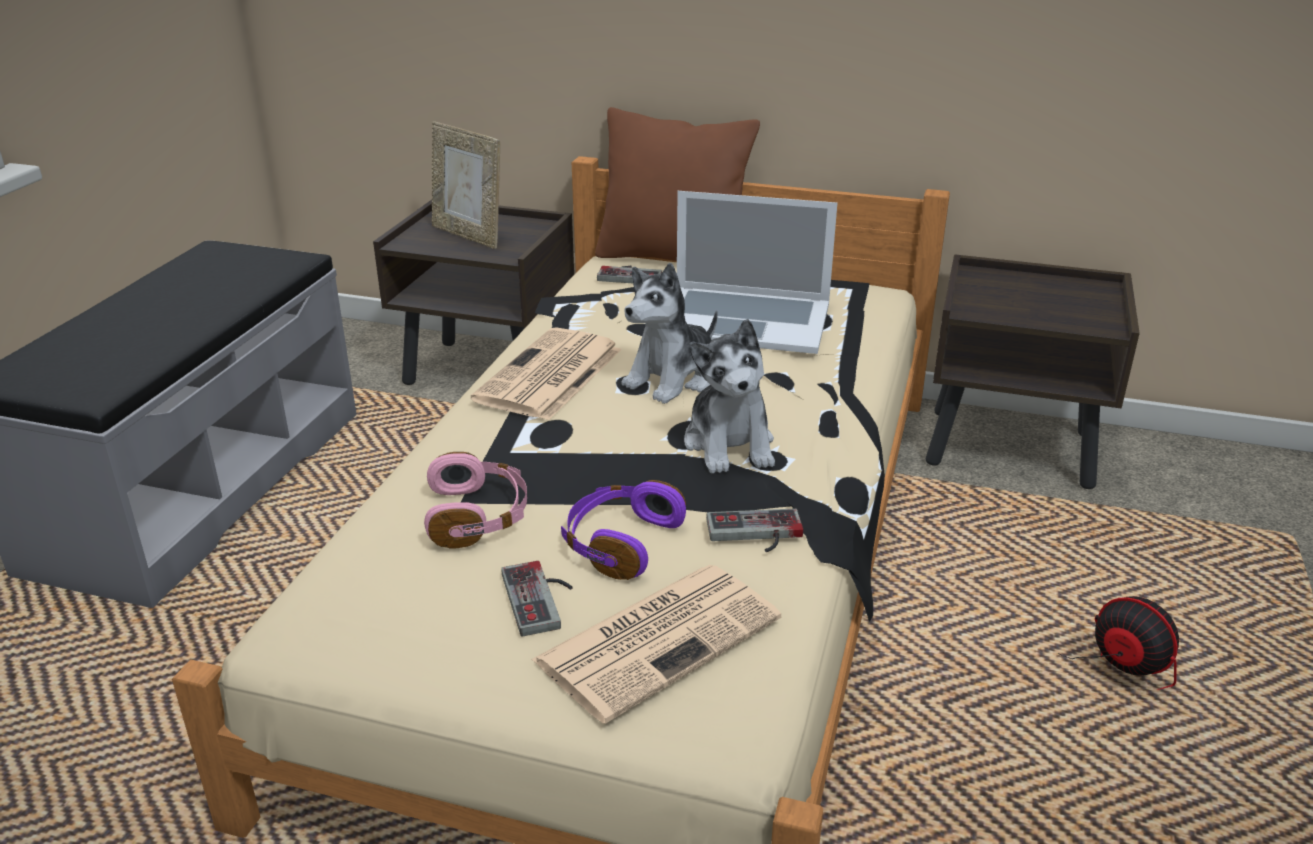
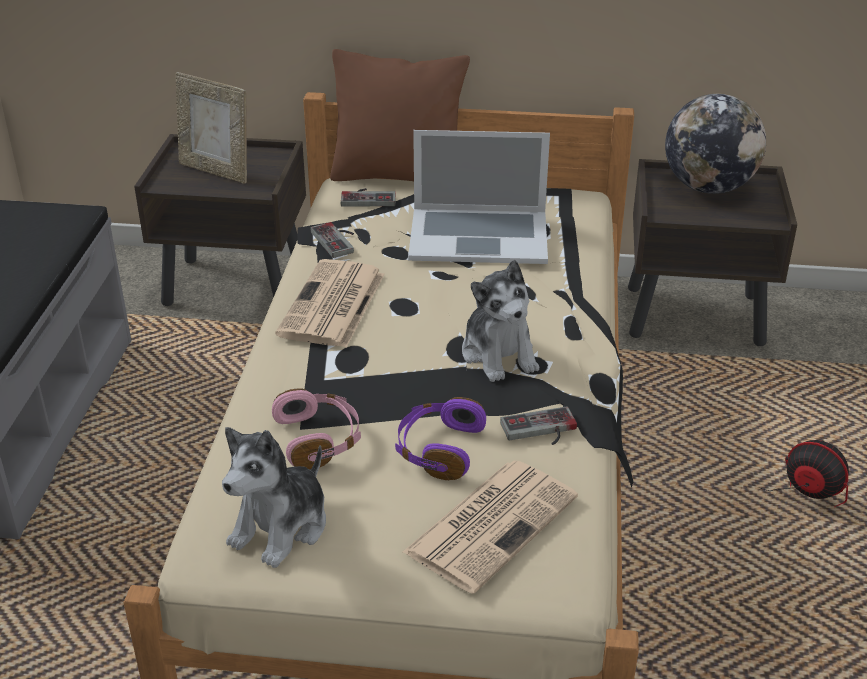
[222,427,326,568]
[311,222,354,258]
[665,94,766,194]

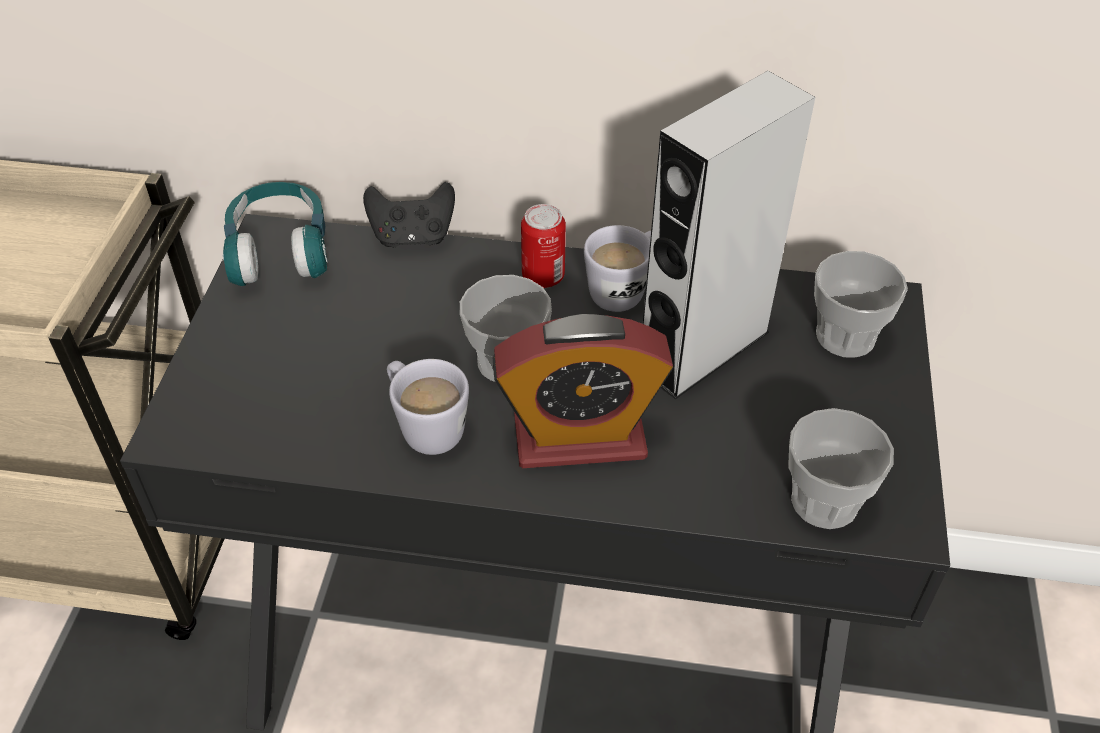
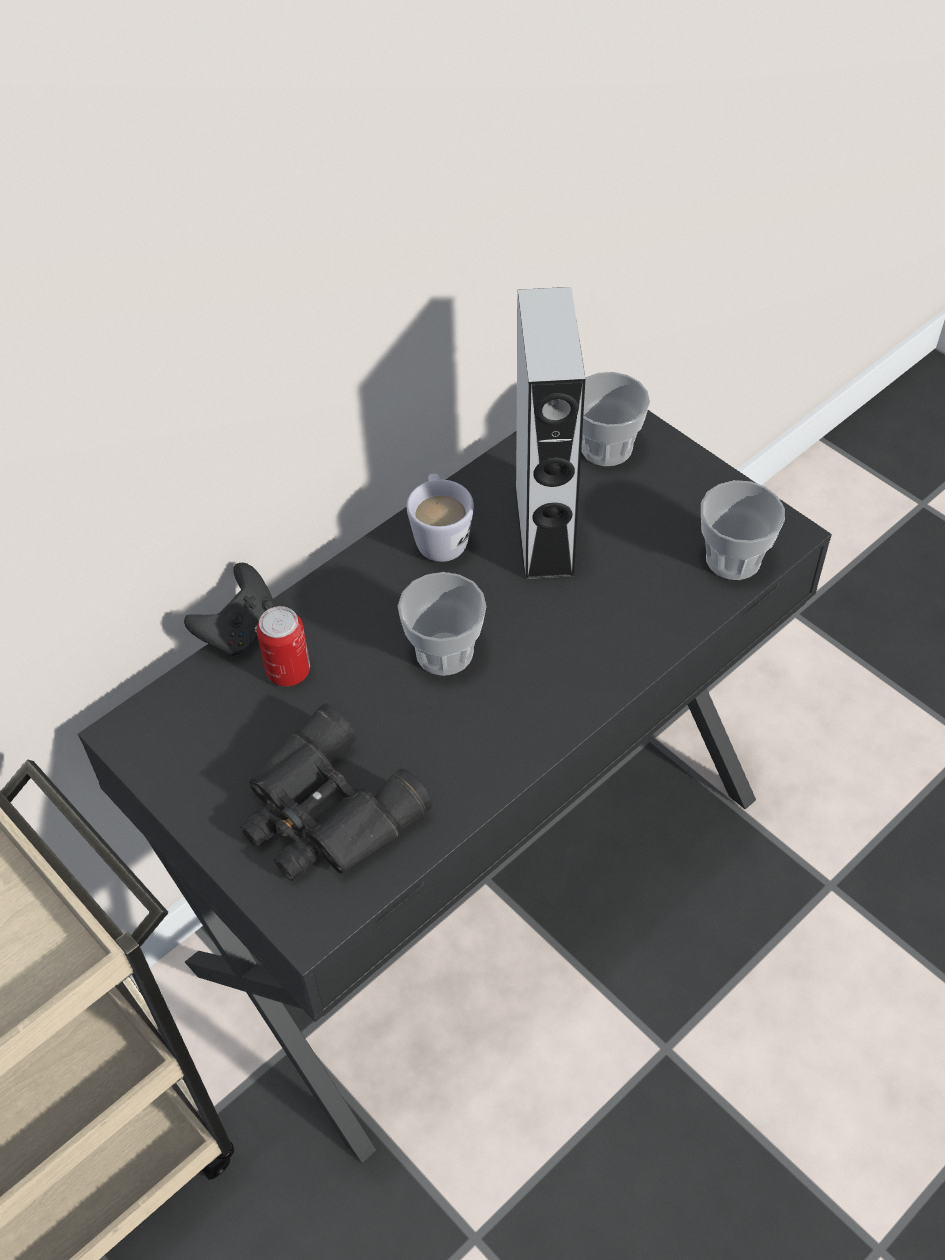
[223,182,327,286] (first image)
[257,606,310,686]
[493,314,674,468] (first image)
[387,359,469,455] (first image)
[240,703,433,881]

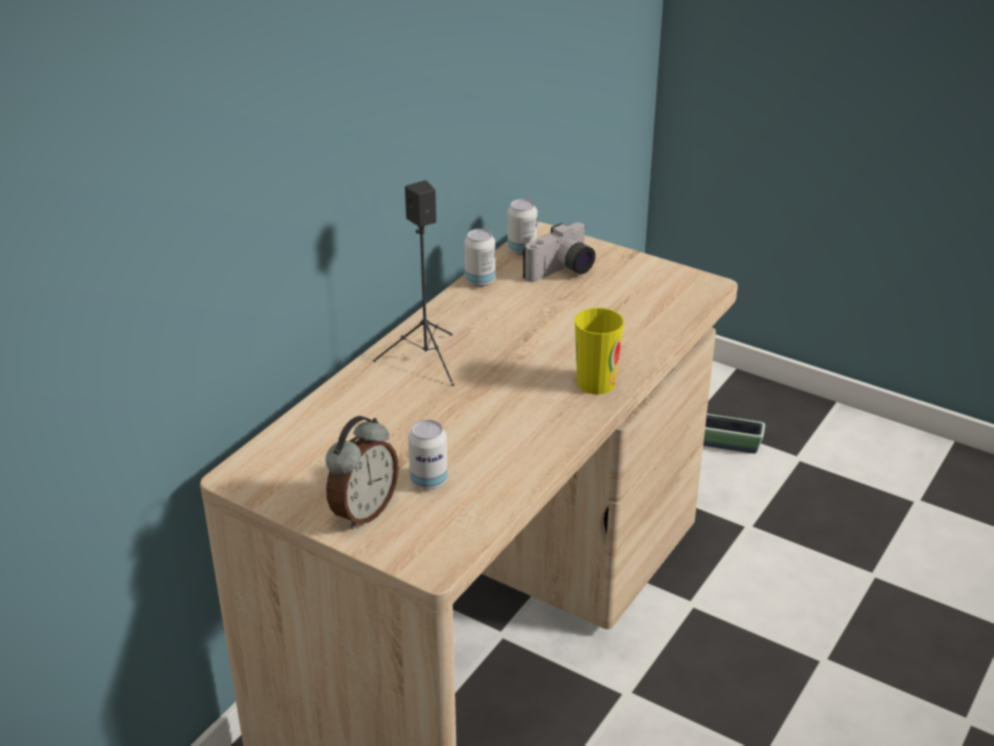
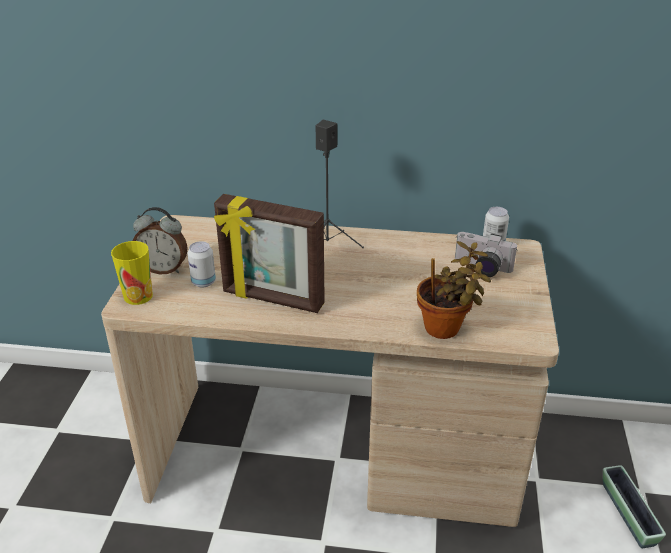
[464,229,495,287] (first image)
[111,241,153,305]
[214,194,325,313]
[417,241,491,339]

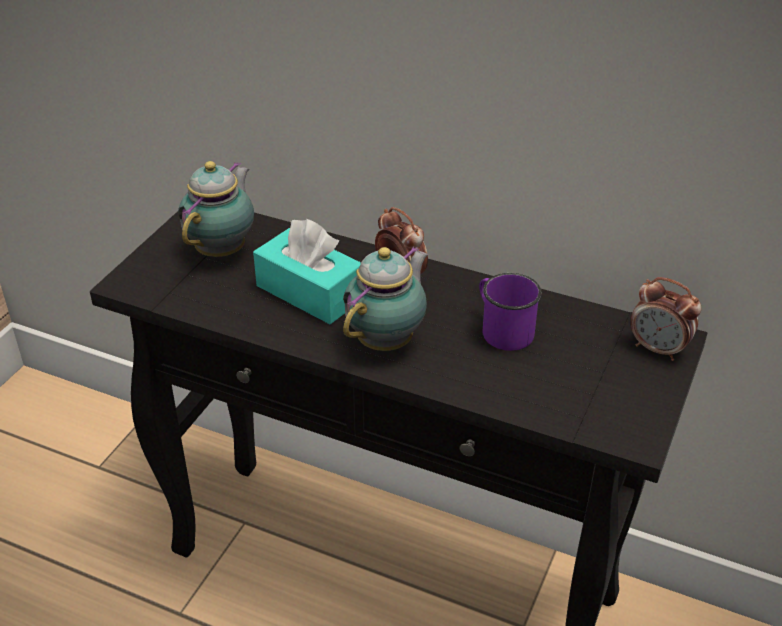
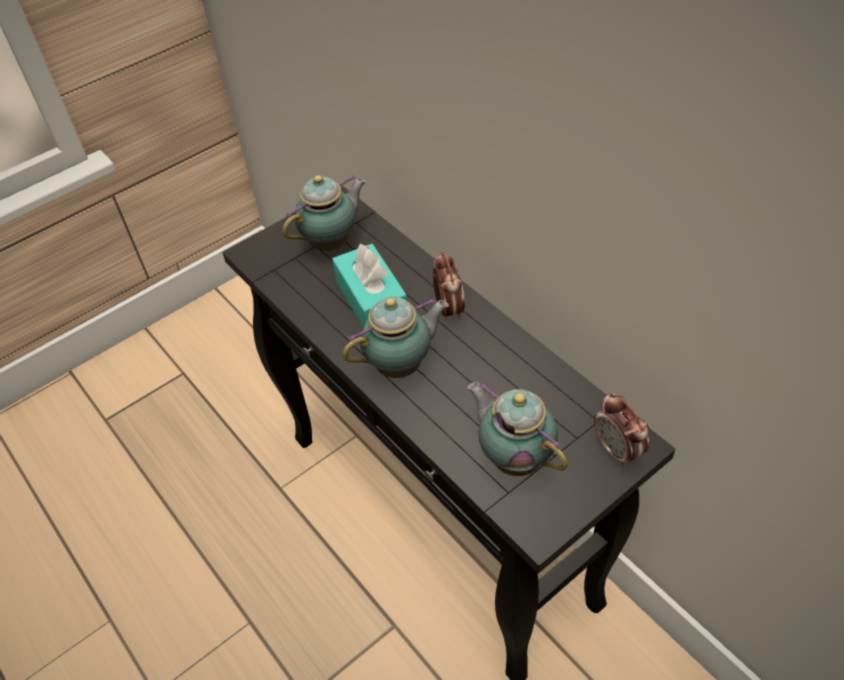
[479,273,542,351] (first image)
[467,382,568,476]

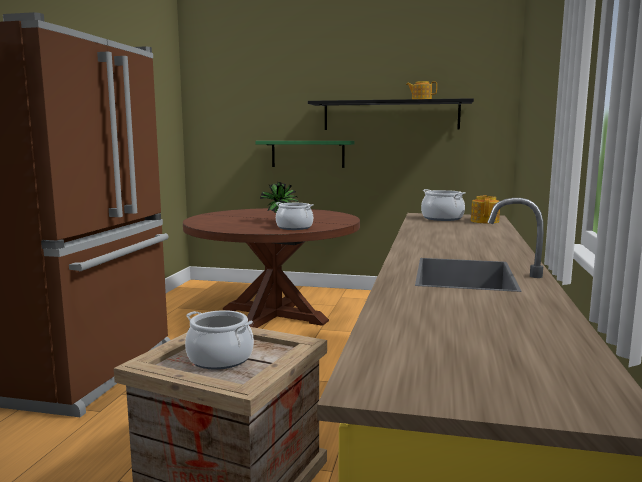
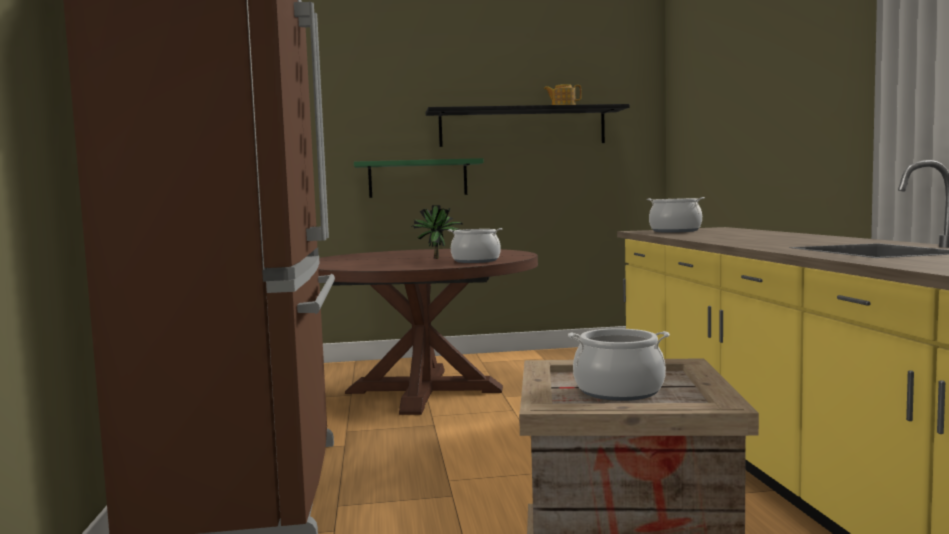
[471,195,500,224] (first image)

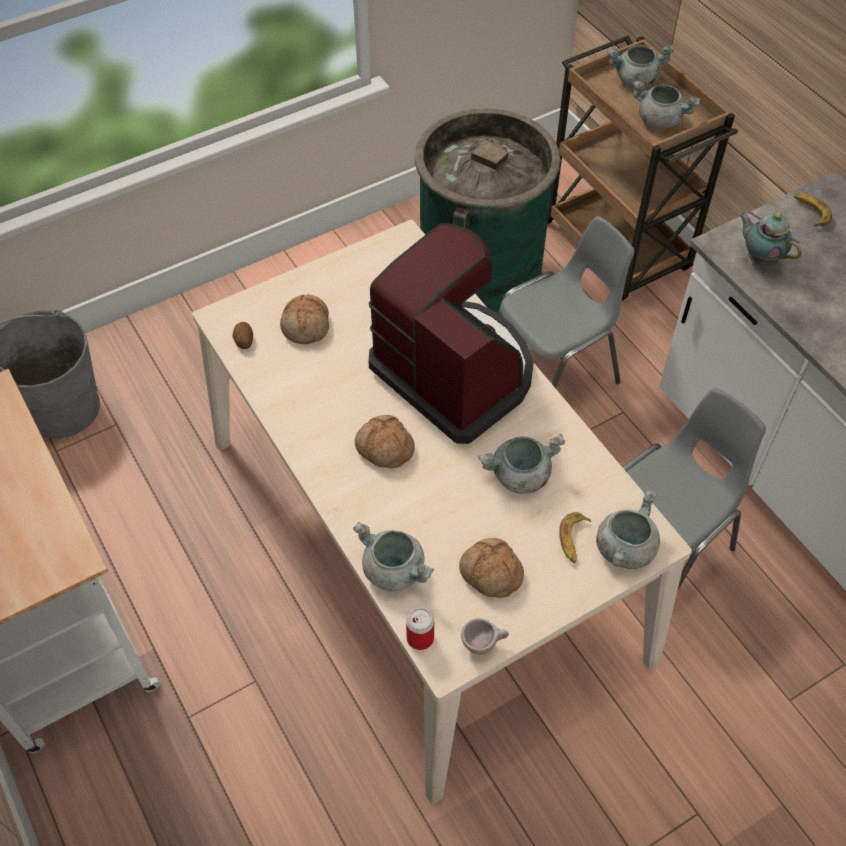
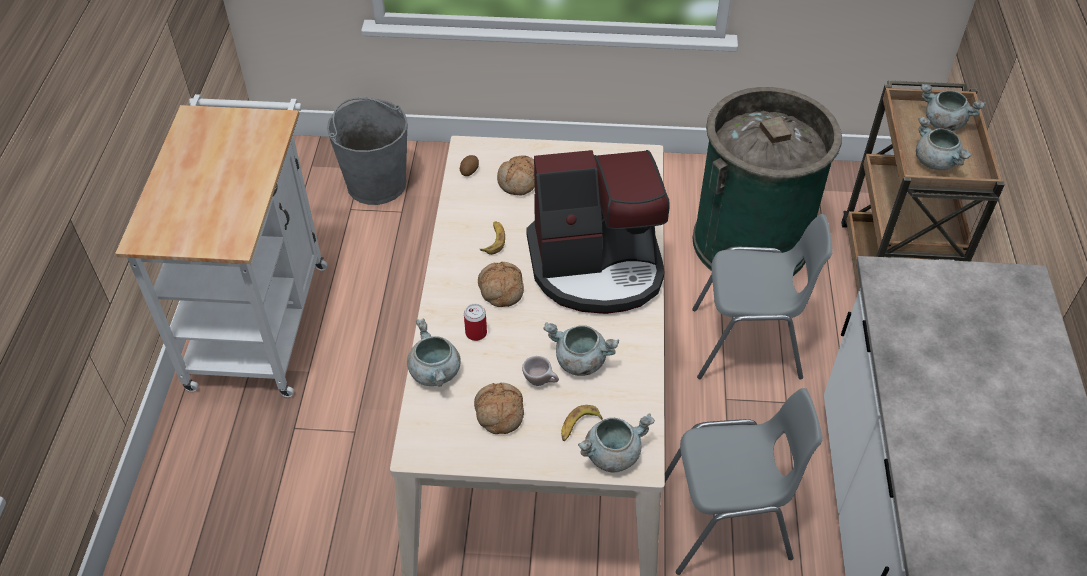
[480,222,505,255]
[738,211,802,266] (first image)
[526,150,670,314]
[464,304,487,341]
[522,356,559,386]

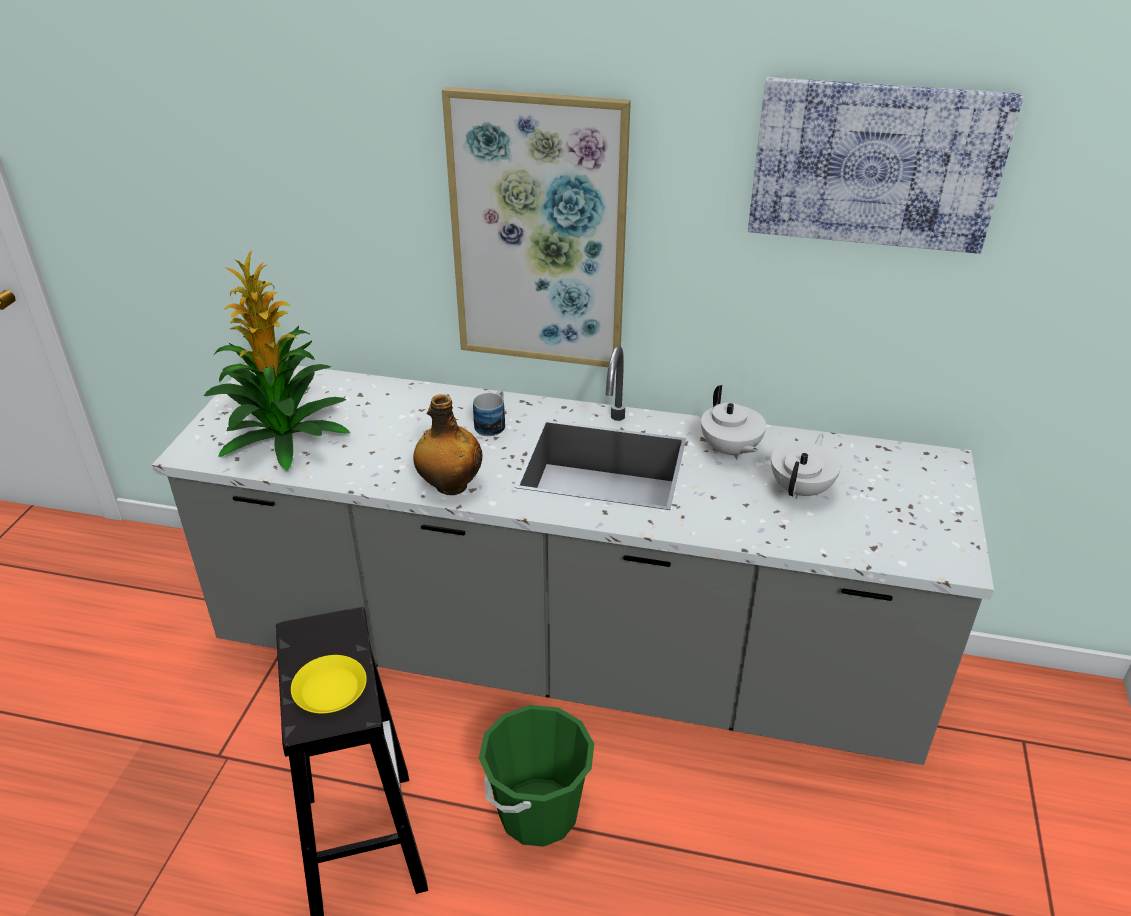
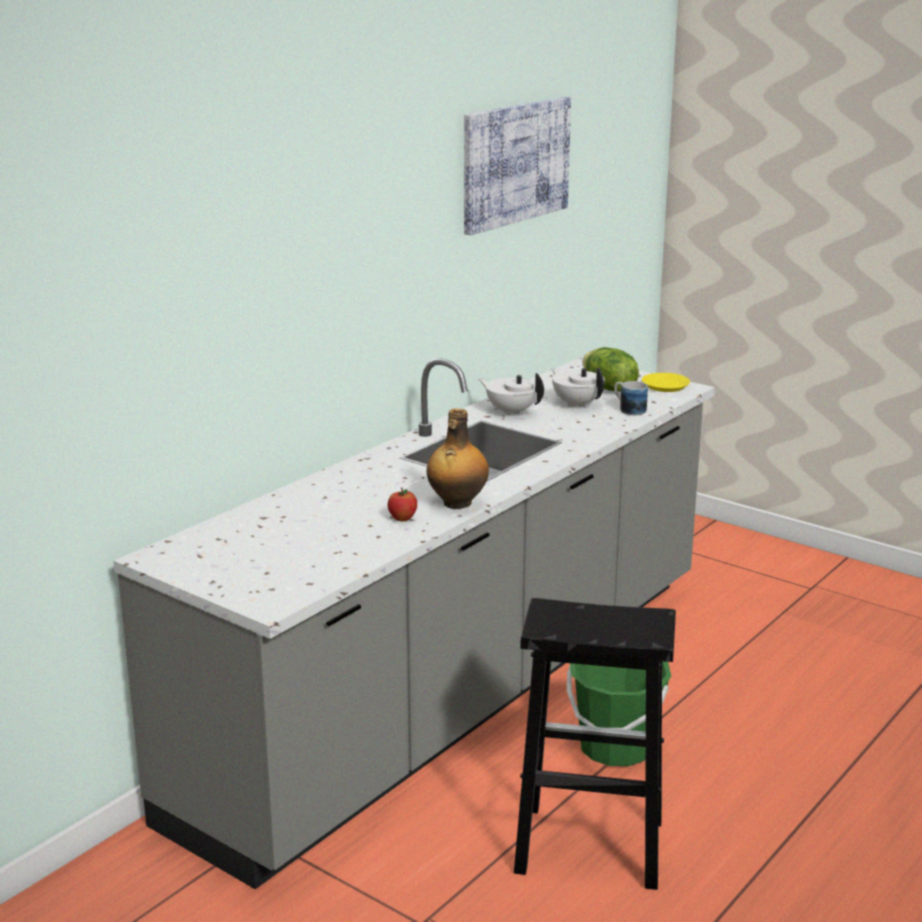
[442,87,631,367] (first image)
[204,250,350,471] (first image)
[478,373,544,416]
[615,381,648,415]
[642,373,690,392]
[582,347,639,392]
[387,488,417,521]

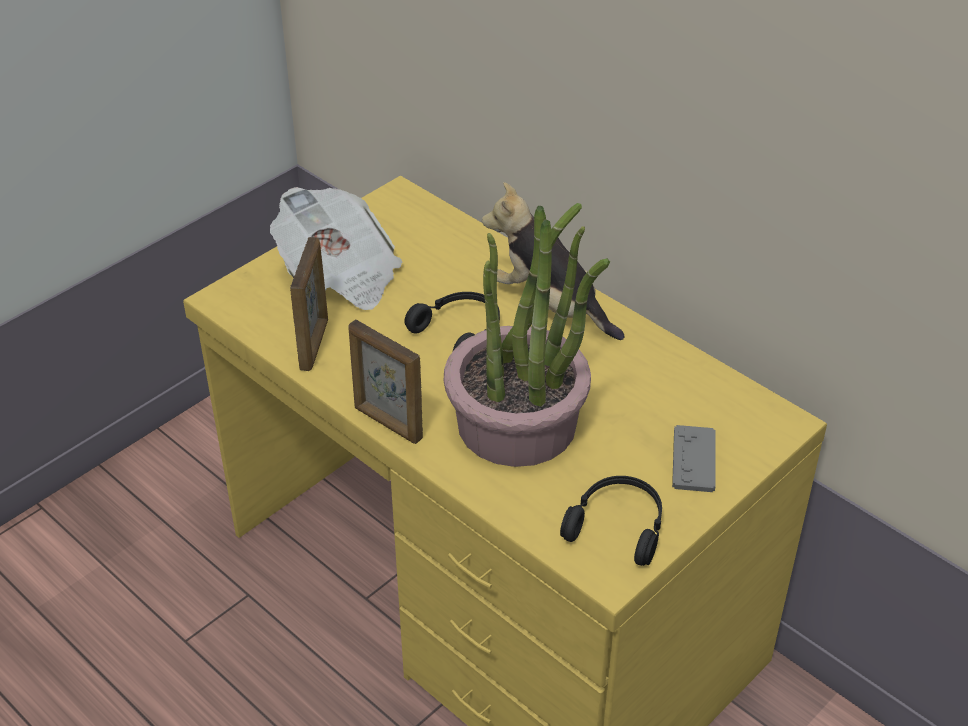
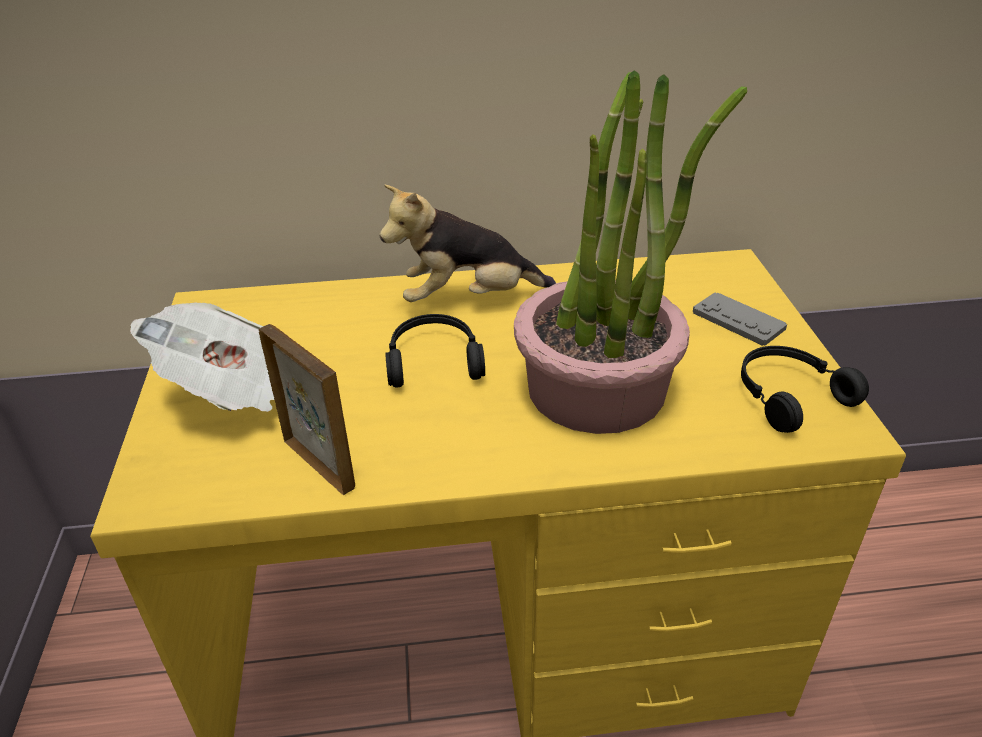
[348,320,423,444] (first image)

